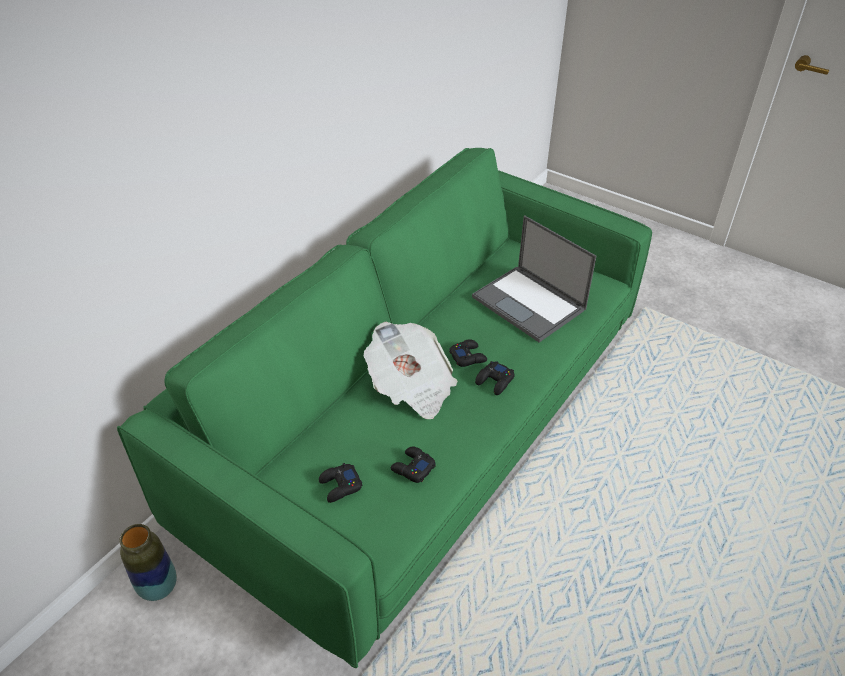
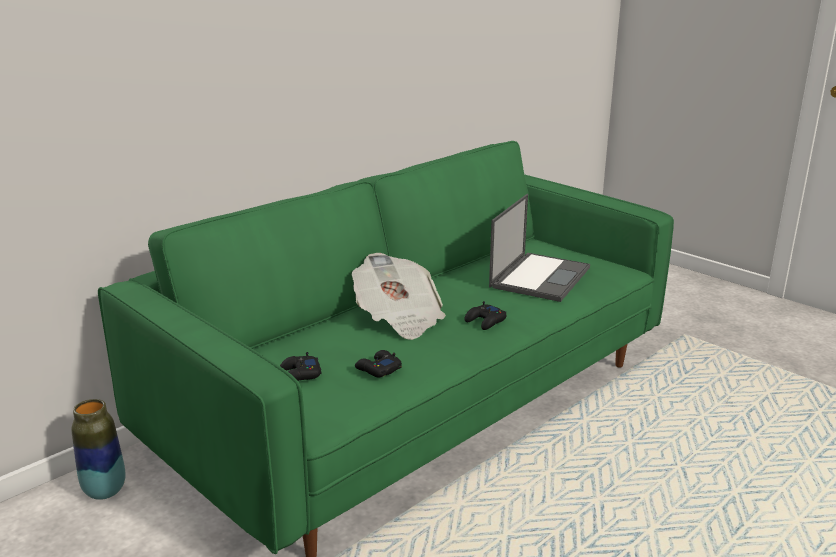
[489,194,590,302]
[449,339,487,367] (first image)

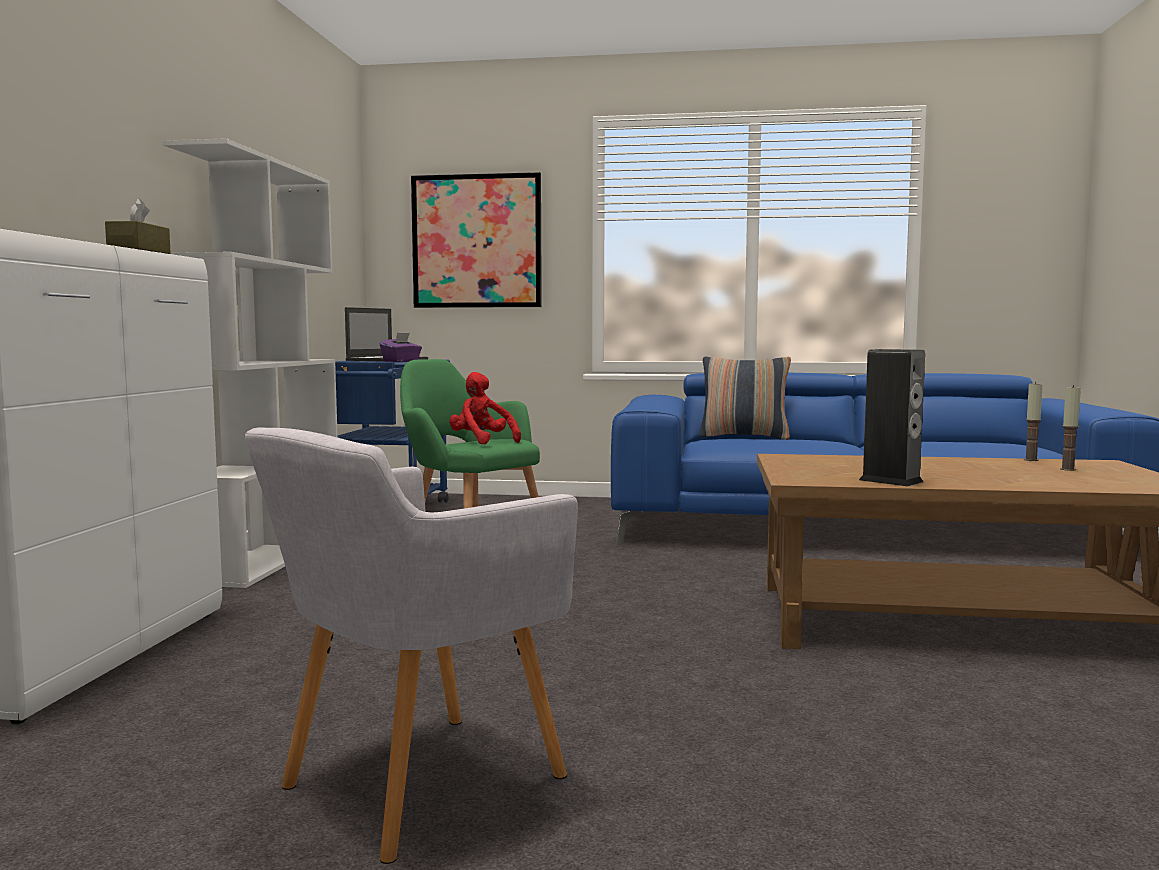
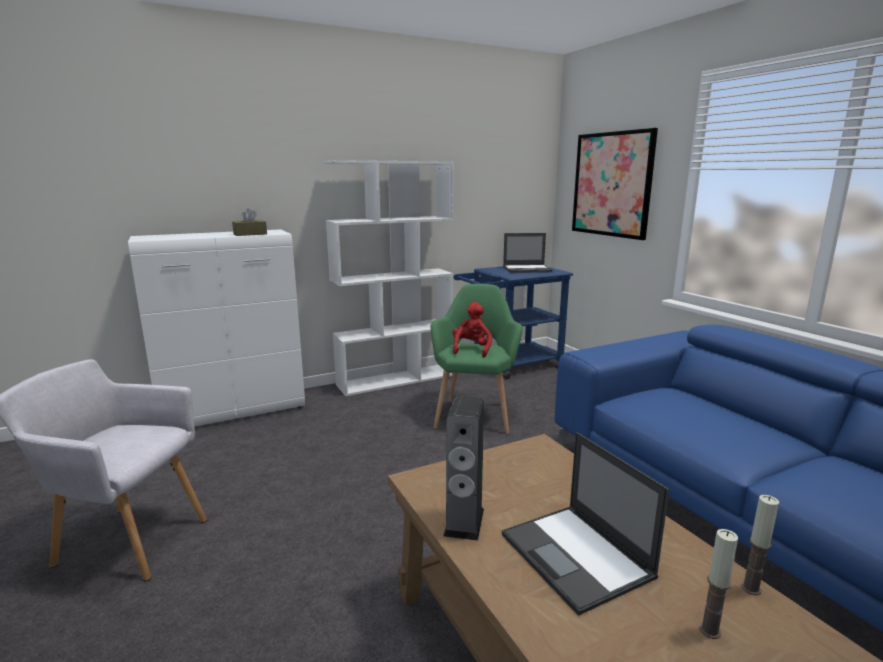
[380,333,422,362] (first image)
[699,357,791,440] (first image)
[502,432,669,616]

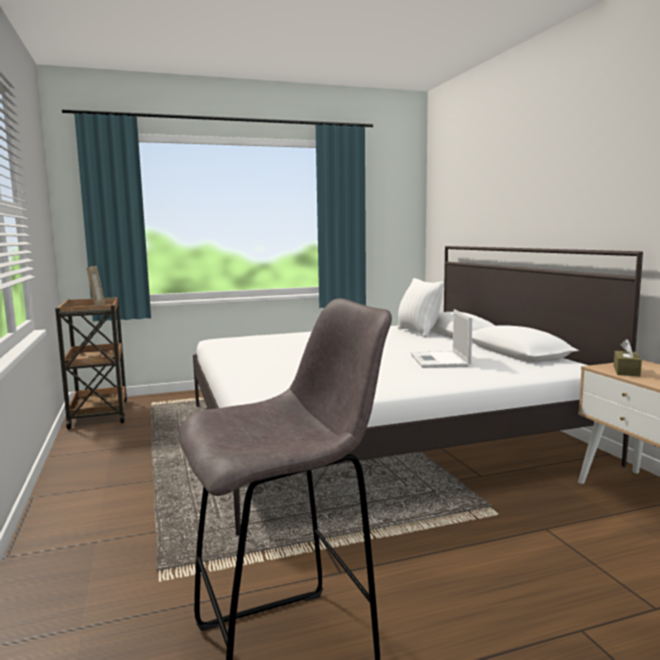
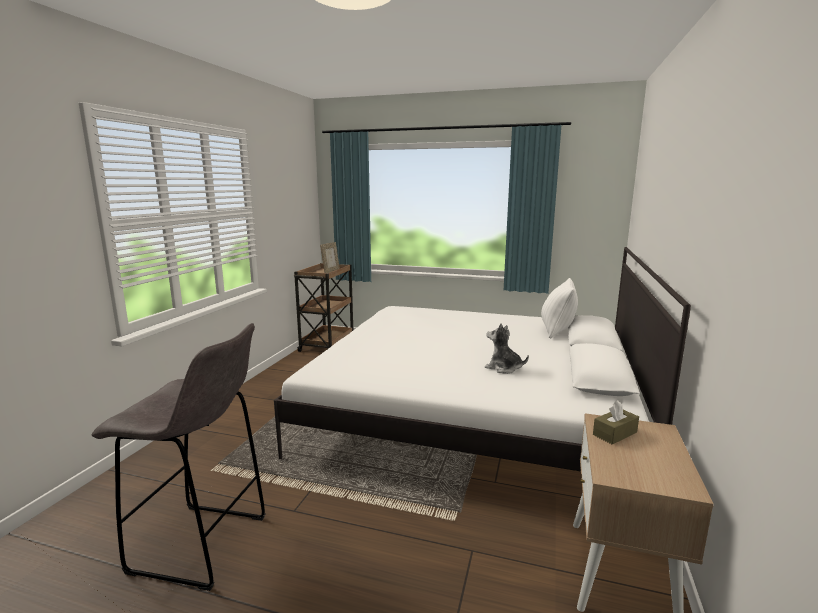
[485,323,529,374]

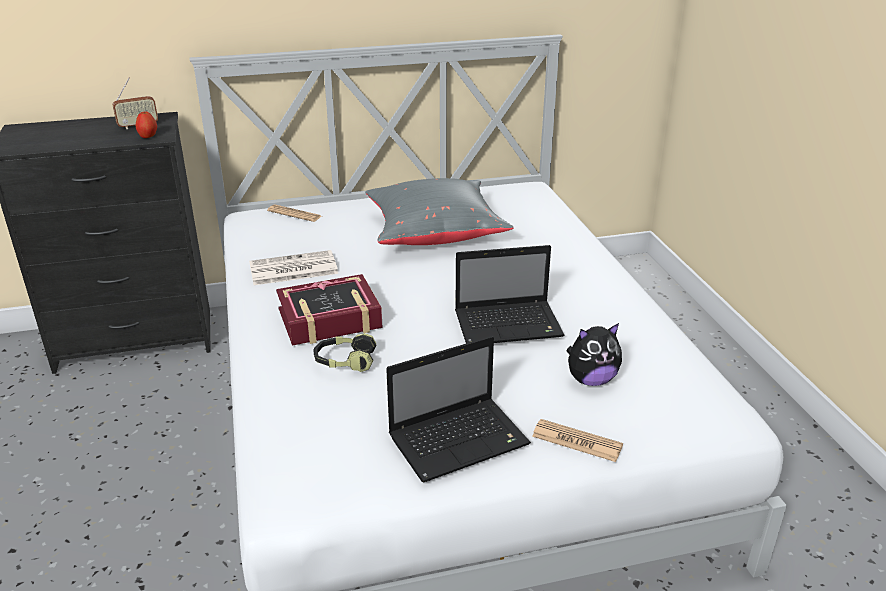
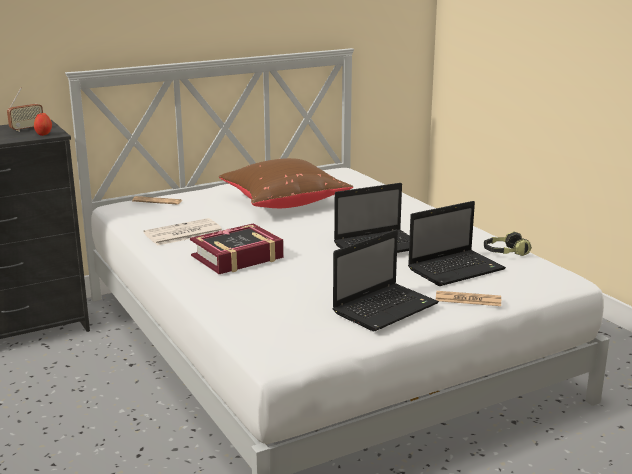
[219,158,353,208]
[408,201,506,286]
[484,231,532,256]

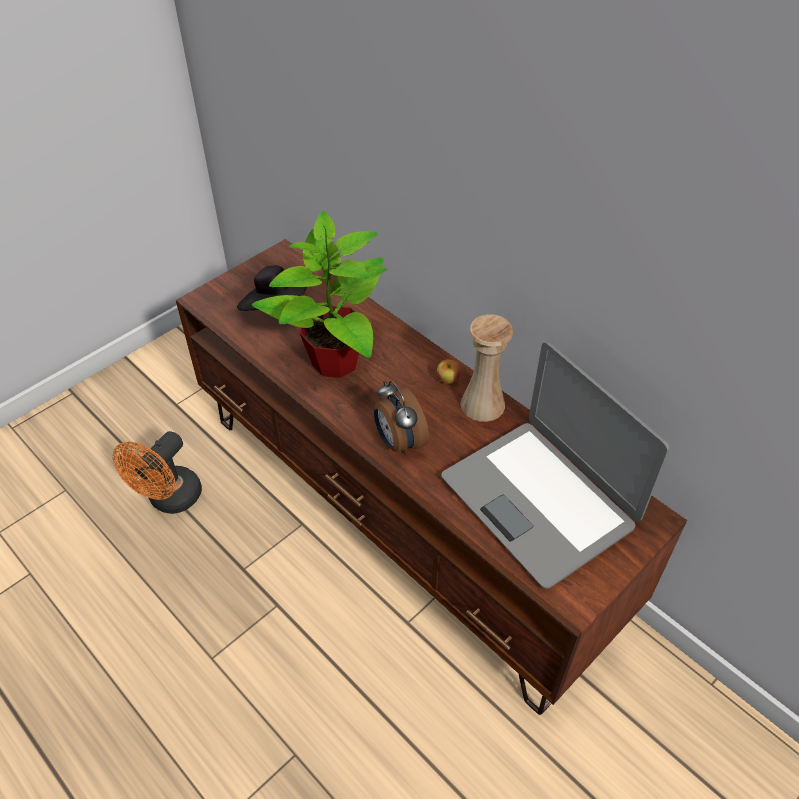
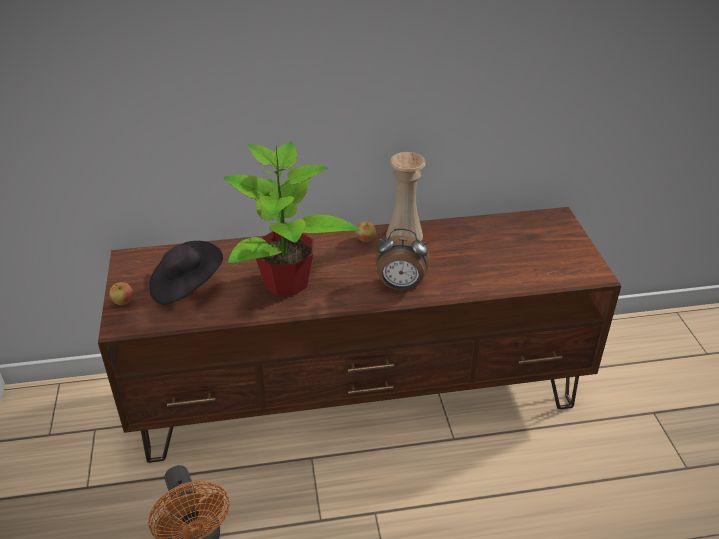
[441,342,670,589] (first image)
[109,282,133,305]

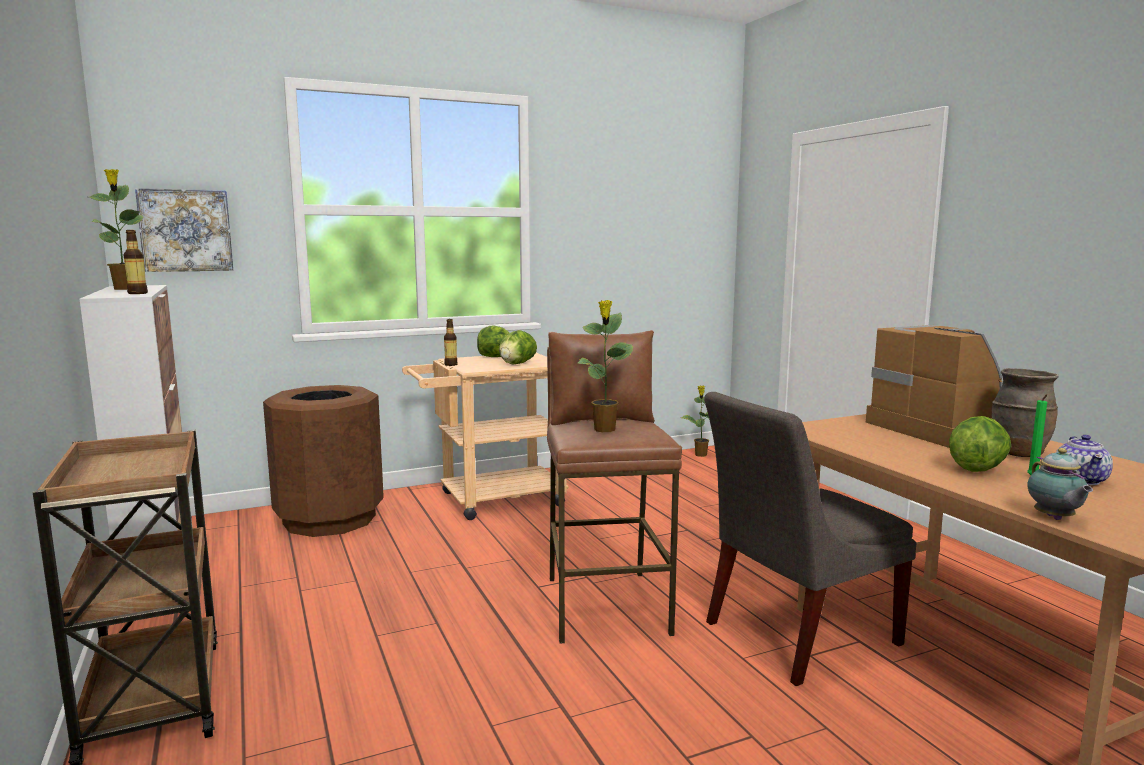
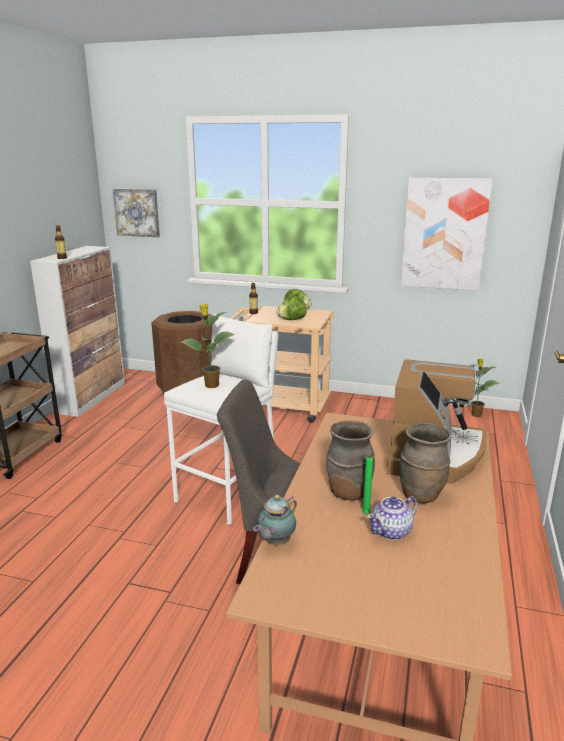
[87,169,143,290] (first image)
[164,314,279,525]
[326,421,375,501]
[401,177,492,291]

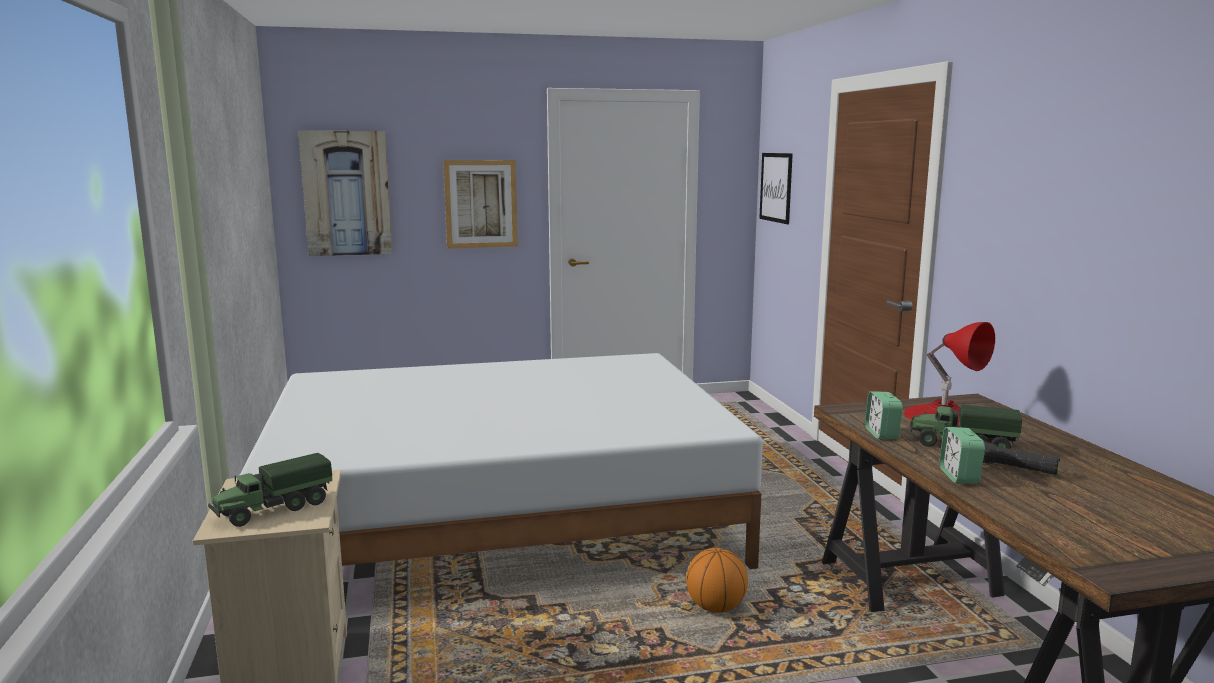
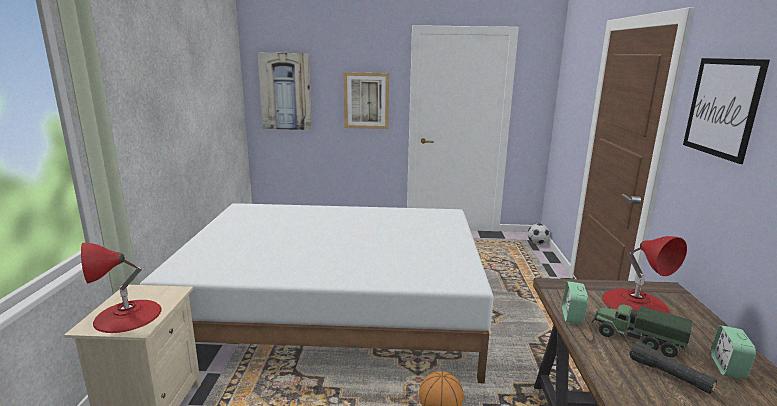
[683,58,770,164]
[711,325,756,380]
[81,243,162,333]
[527,223,550,245]

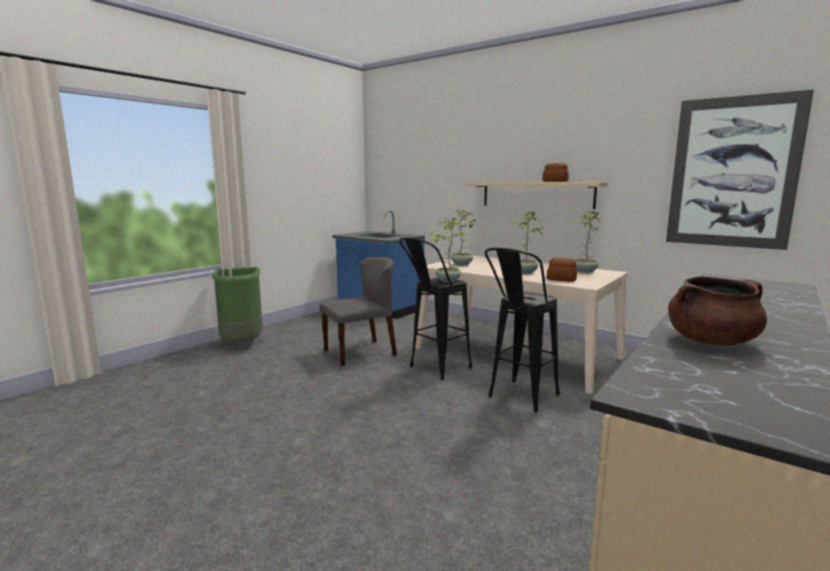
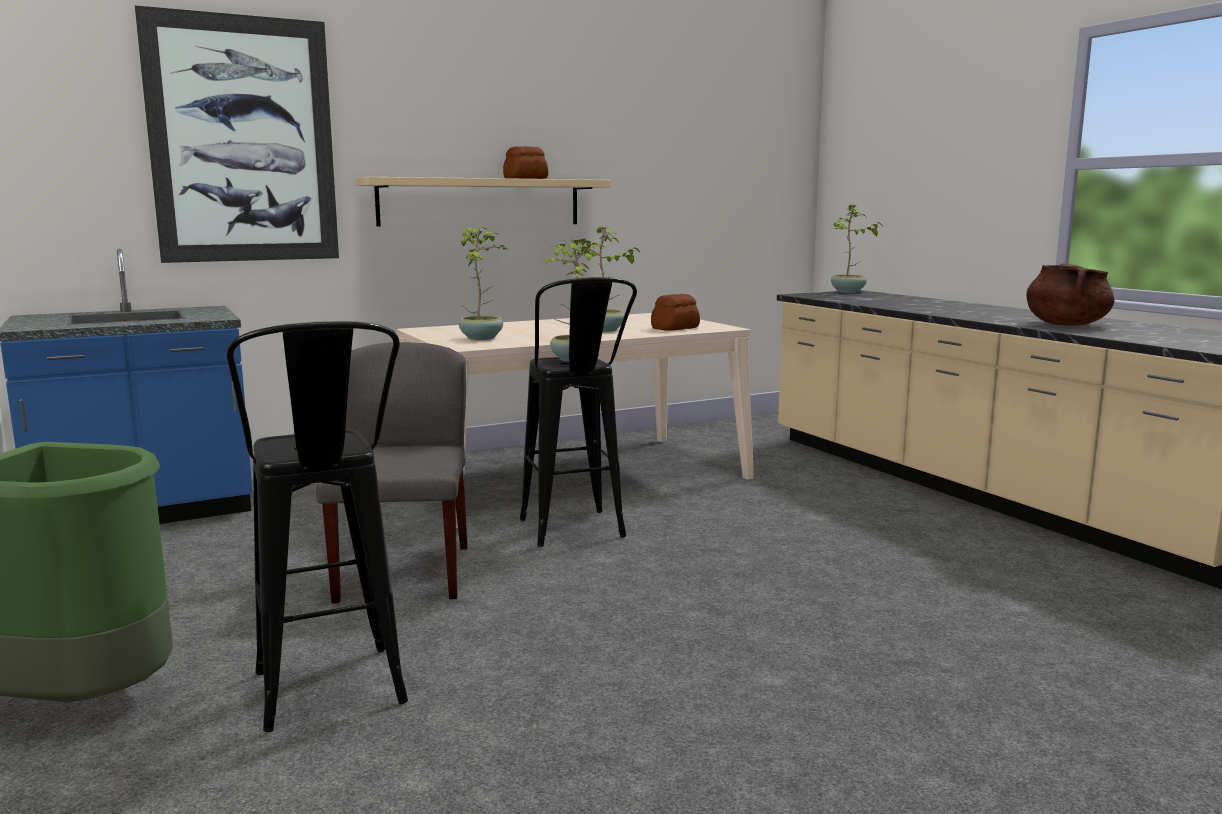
[135,5,339,263]
[830,204,883,293]
[227,321,408,732]

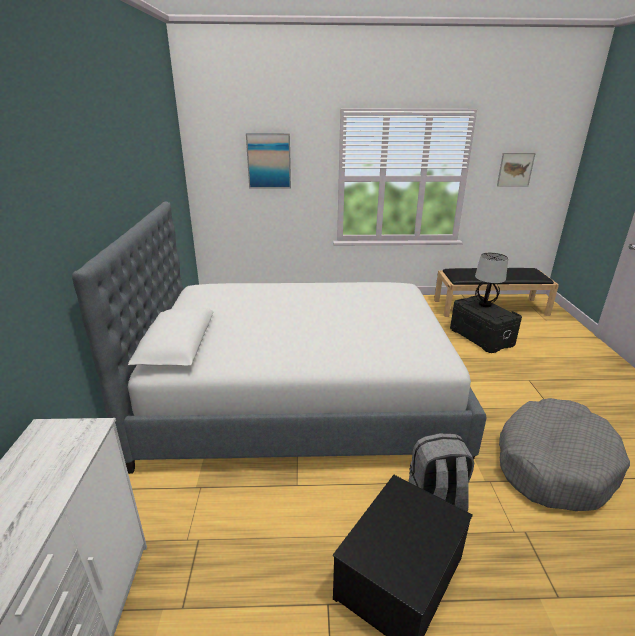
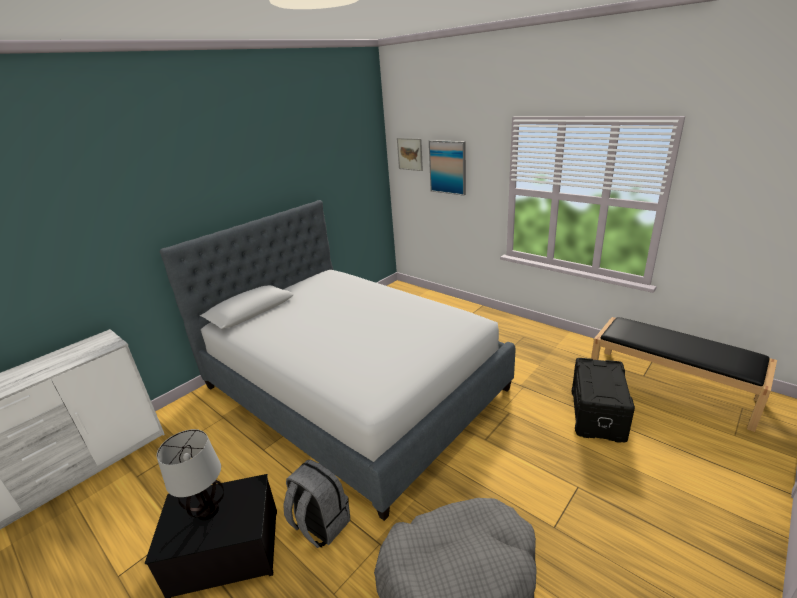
[397,138,423,171]
[157,429,224,520]

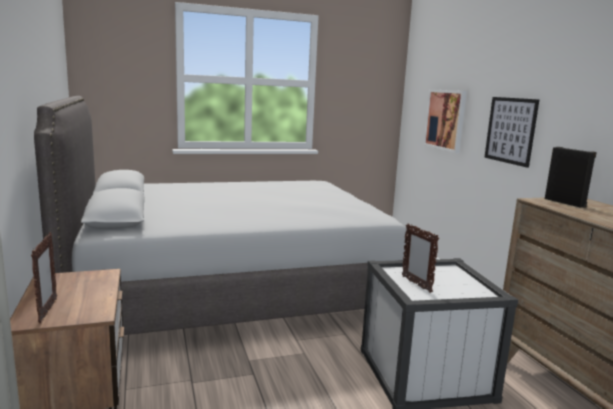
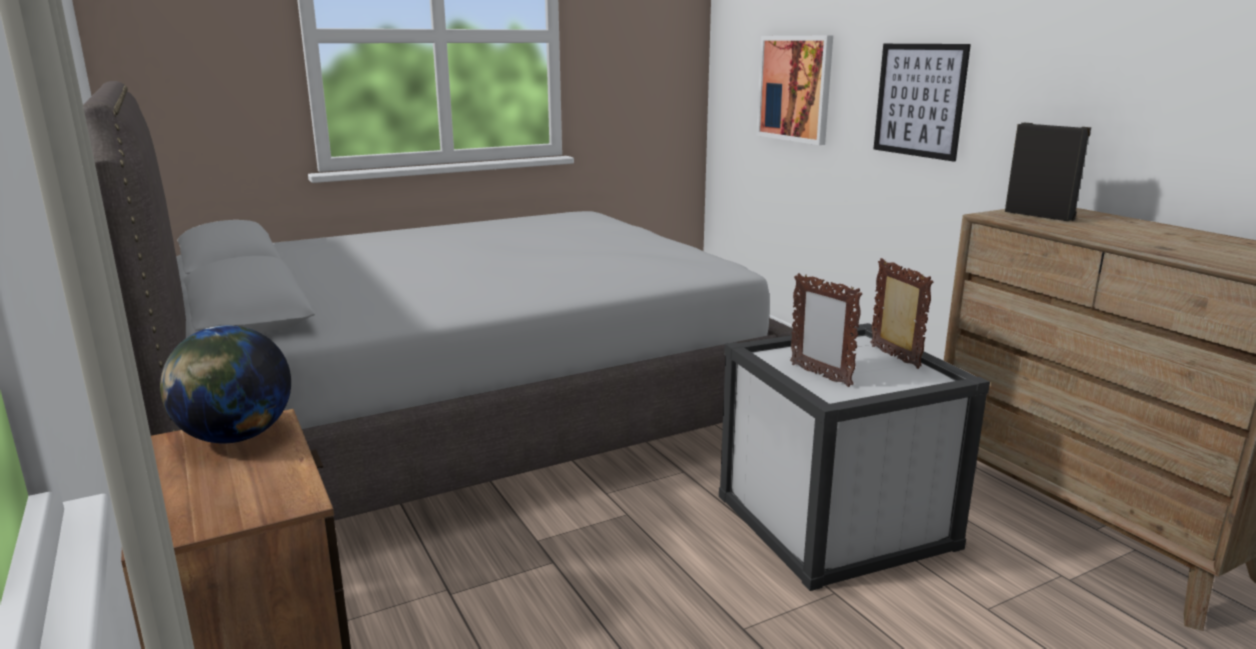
[870,258,933,369]
[160,325,291,443]

